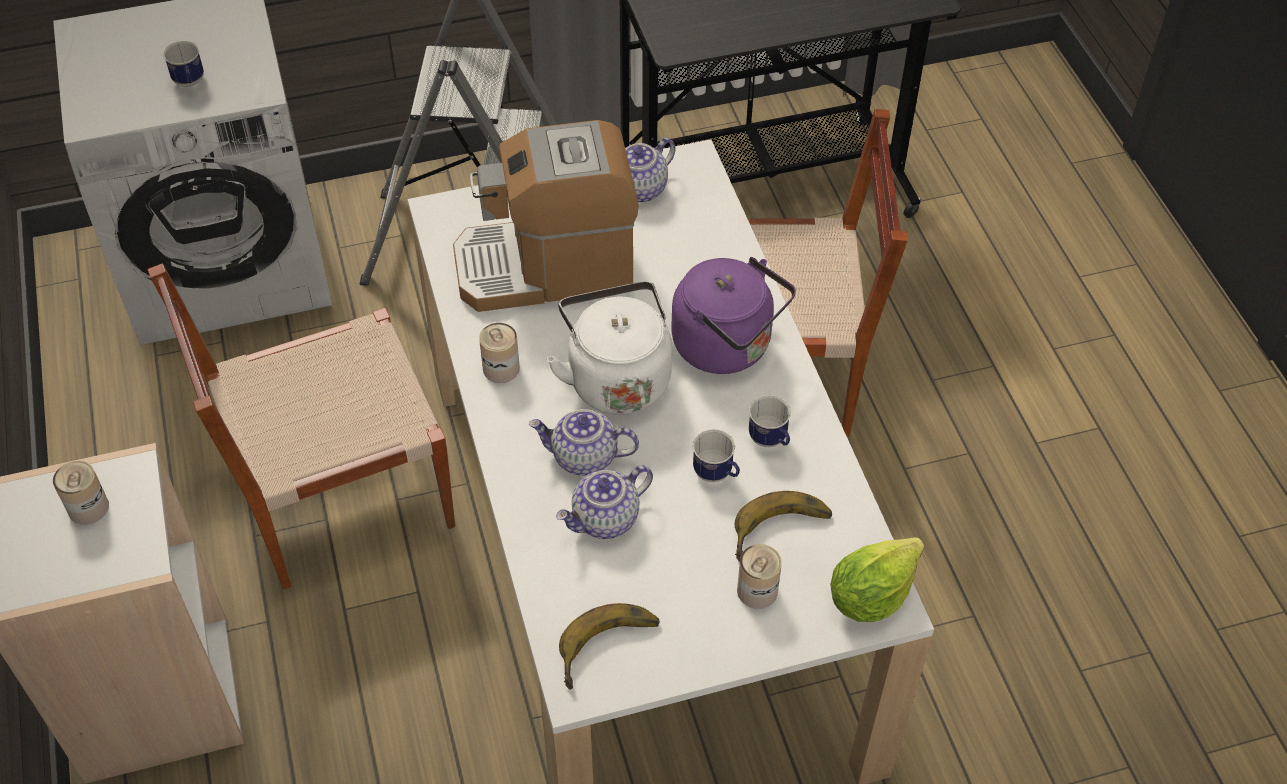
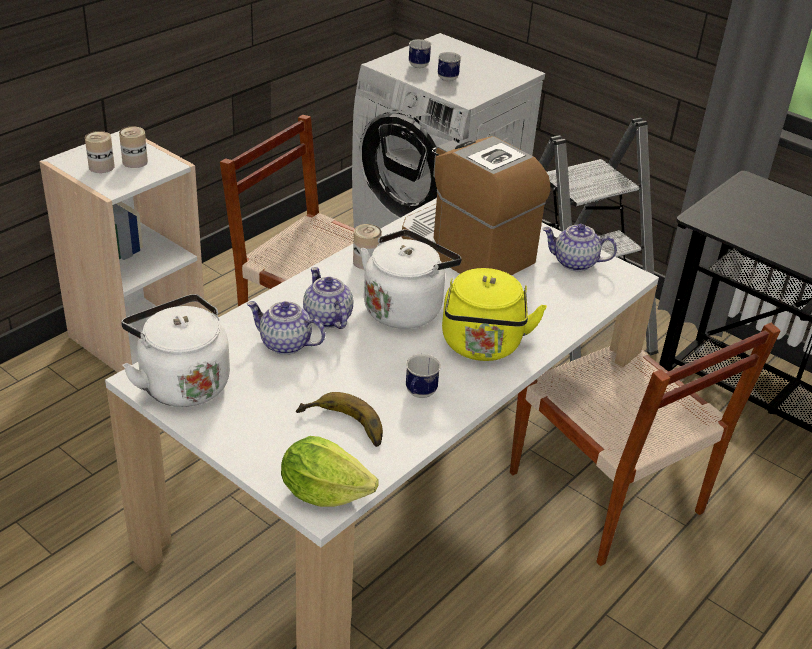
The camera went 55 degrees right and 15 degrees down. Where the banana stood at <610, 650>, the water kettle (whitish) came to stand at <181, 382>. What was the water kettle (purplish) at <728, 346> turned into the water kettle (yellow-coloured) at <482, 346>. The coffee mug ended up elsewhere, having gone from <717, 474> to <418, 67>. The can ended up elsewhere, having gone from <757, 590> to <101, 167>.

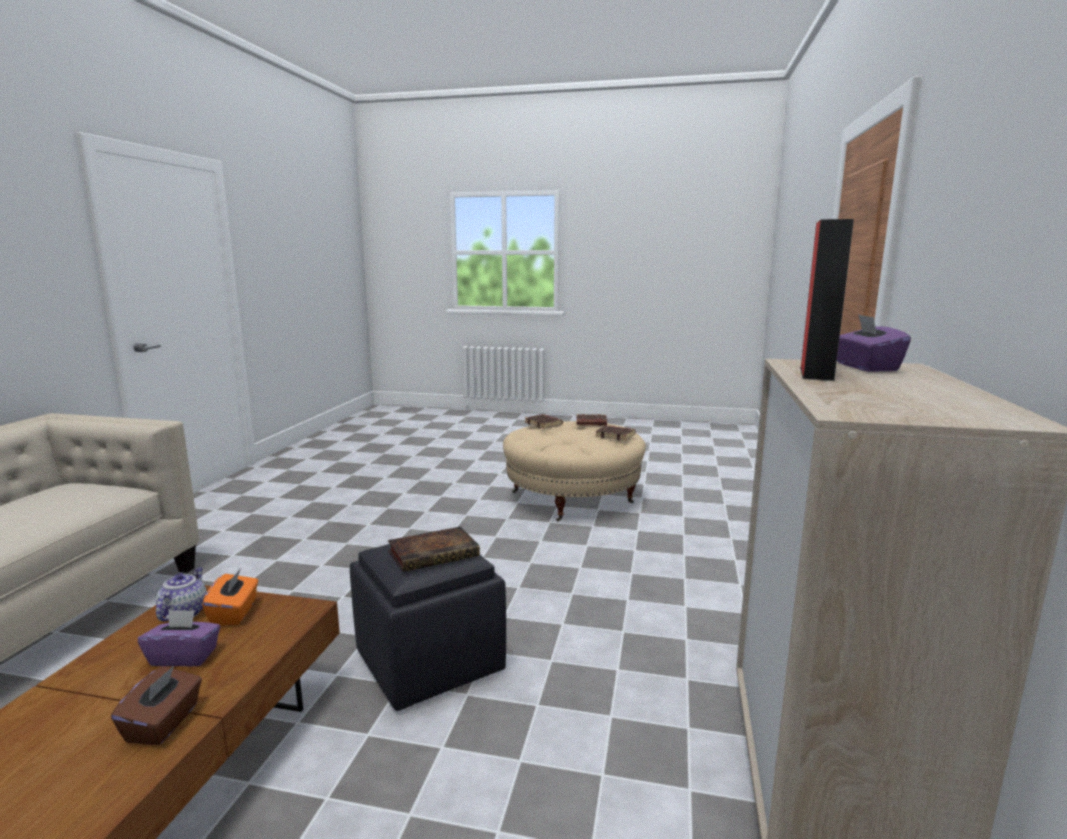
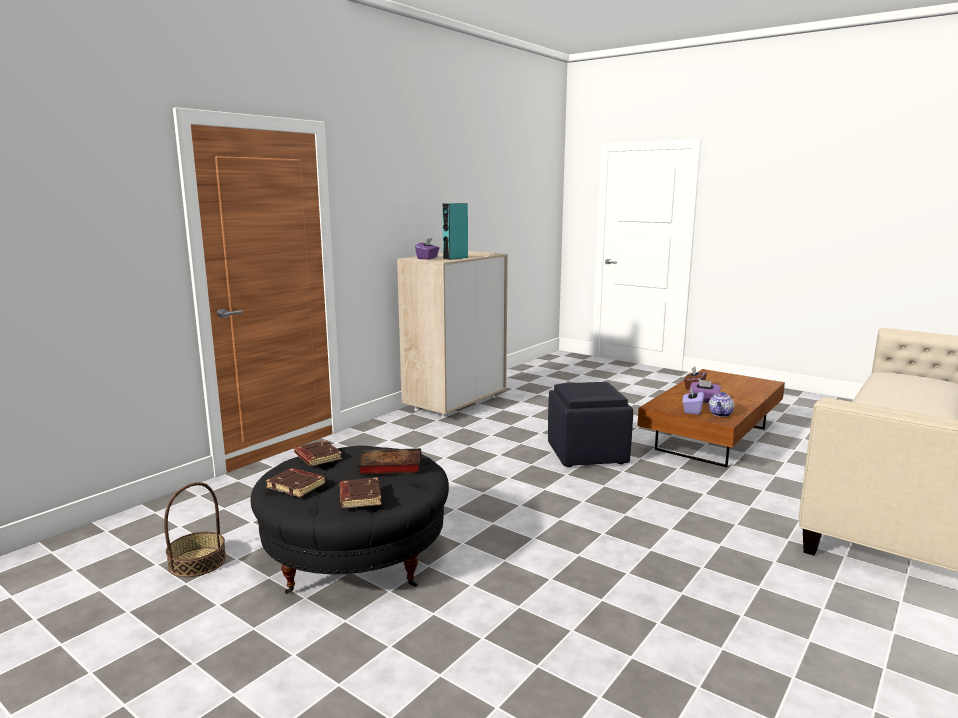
The camera went 155 degrees left and 0 degrees up. What was the box of tissues (orange-coloured) at <234, 613> turned into the box of tissues (purplish) at <692, 410>. The volume ended up elsewhere, having gone from <435, 553> to <388, 466>. What was the ottoman (beige-coloured) at <572, 497> turned into the ottoman (blackish) at <355, 556>. What was the speaker (red-coloured) at <816, 373> turned into the speaker (turquoise-coloured) at <455, 258>. The second view gained the basket at <197, 562>.

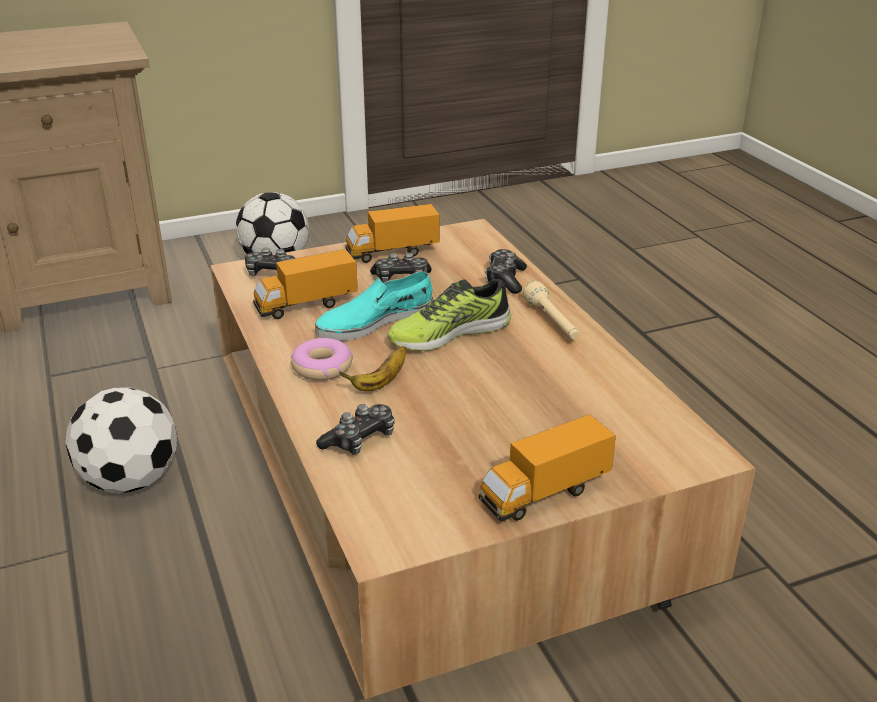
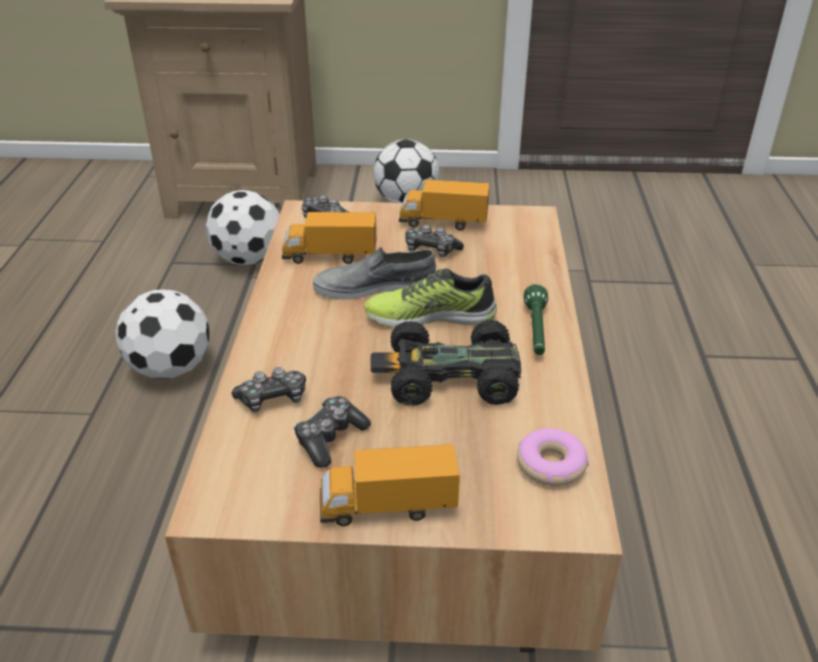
The camera went 25 degrees right and 5 degrees up. The doughnut ended up elsewhere, having gone from <322, 367> to <551, 465>. What was the low shoe (turquoise-coloured) at <374, 321> turned into the low shoe (gray) at <375, 286>. The second view lost the banana at <380, 382>. The gamepad ended up elsewhere, having gone from <505, 279> to <330, 438>. What was the flashlight (beige-coloured) at <552, 322> turned into the flashlight (green-coloured) at <536, 331>. The second view gained the ball for football at <248, 258>. The second view gained the miniature car (blackish) at <449, 377>.

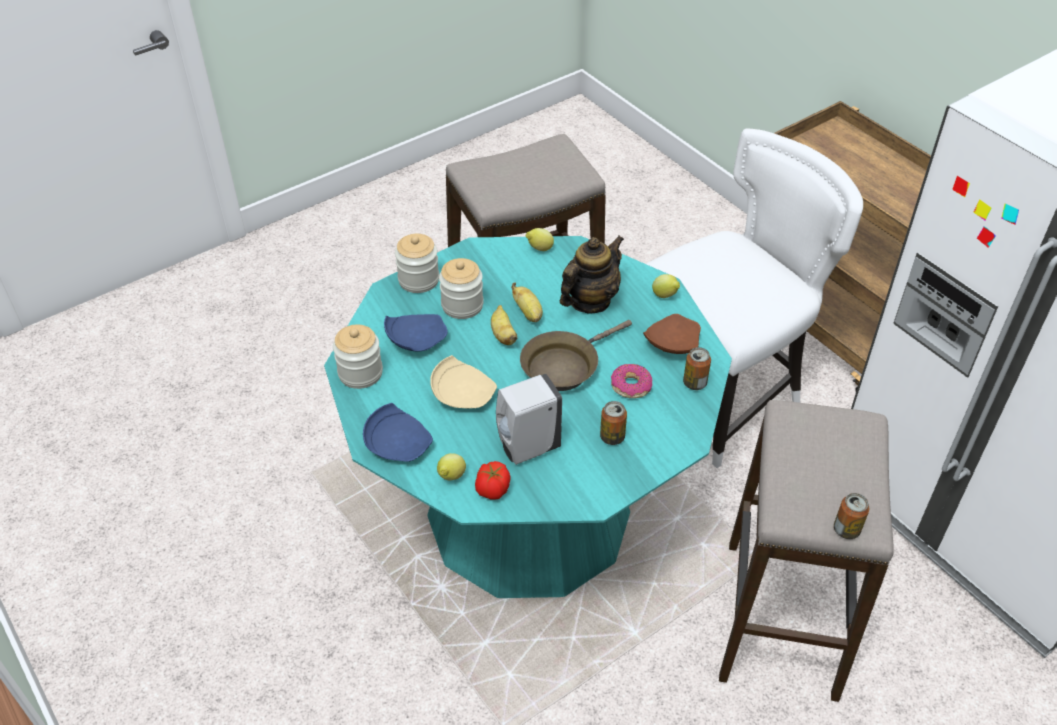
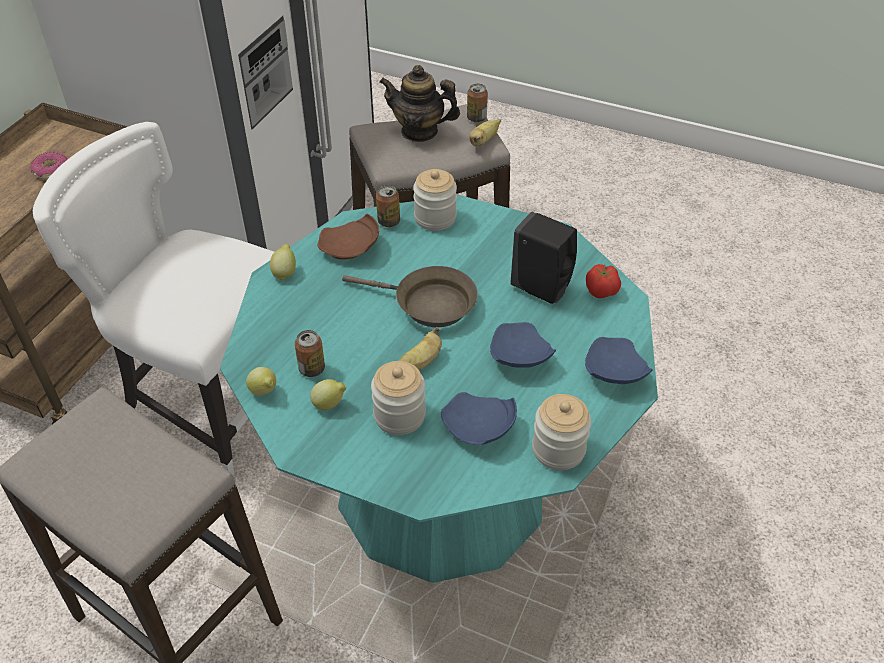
The camera went 120 degrees left and 0 degrees up. The jar ended up elsewhere, having gone from <418, 280> to <435, 218>. What was the flat dish (beige-coloured) at <463, 393> turned into the flat dish (blue) at <518, 357>. The citrus fruit ended up elsewhere, having gone from <451, 477> to <329, 404>. What was the soap dispenser (whitish) at <526, 448> turned into the soap dispenser (blackish) at <542, 289>. The banana ended up elsewhere, having gone from <528, 313> to <483, 141>. The teapot ended up elsewhere, having gone from <589, 301> to <419, 131>. The can ended up elsewhere, having gone from <612, 437> to <312, 369>. The doughnut ended up elsewhere, having gone from <631, 386> to <51, 171>.

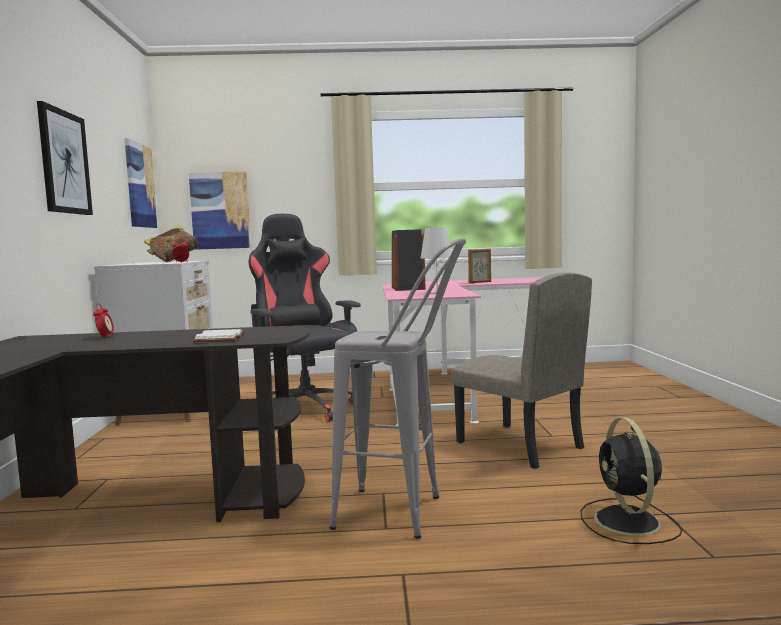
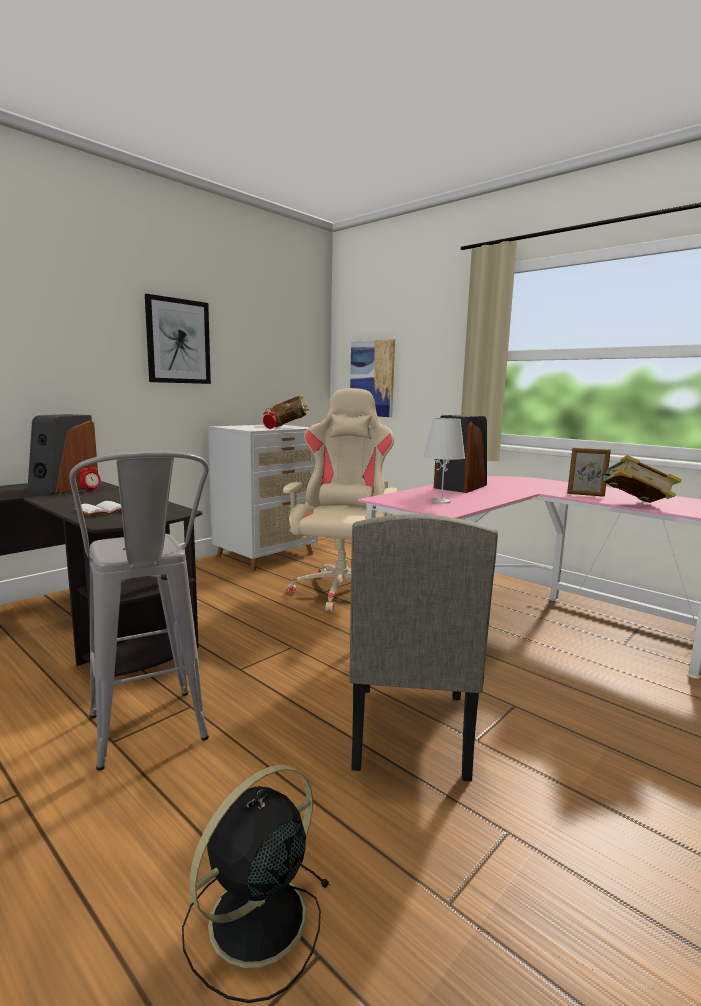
The camera went 45 degrees right and 5 degrees up. The second view lost the picture at <140, 185>. What was the computer chair (blackish) at <307, 410> turned into the computer chair (beige-coloured) at <341, 592>. The second view gained the speaker at <64, 488>. The second view gained the volume at <634, 504>.

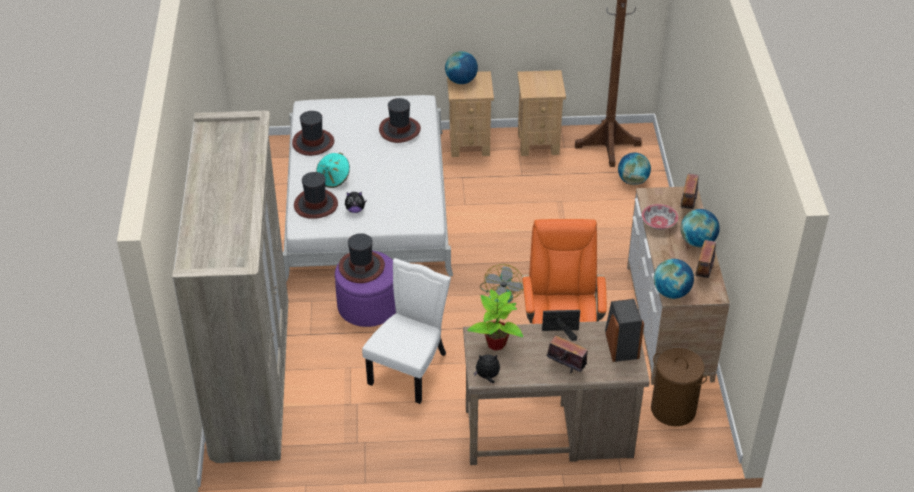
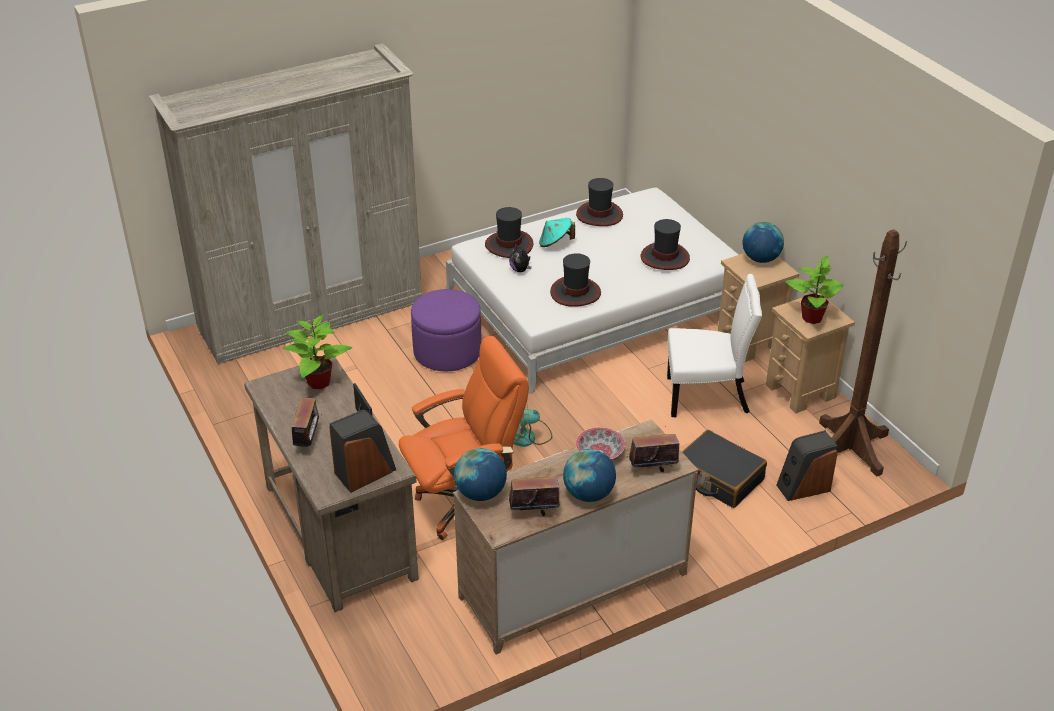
The camera went 65 degrees right and 5 degrees down. The wearable hat ended up elsewhere, having gone from <361, 267> to <575, 292>. The chair (whitish) ended up elsewhere, having gone from <409, 371> to <705, 396>. The second view lost the cuddly toy at <487, 377>. Where the world globe stood at <633, 181>, the speaker came to stand at <803, 487>. The second view lost the laundry basket (brown) at <673, 409>. The second view gained the travel case (blackish) at <718, 478>. The second view gained the potted plant at <812, 317>.

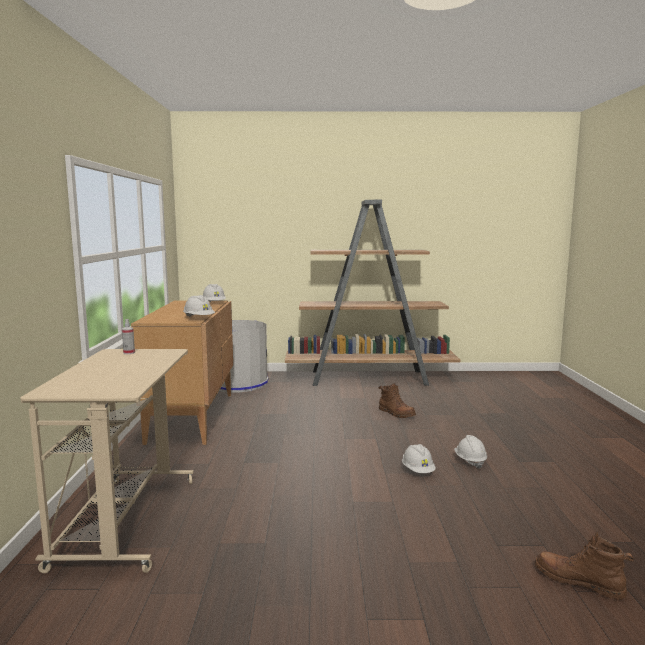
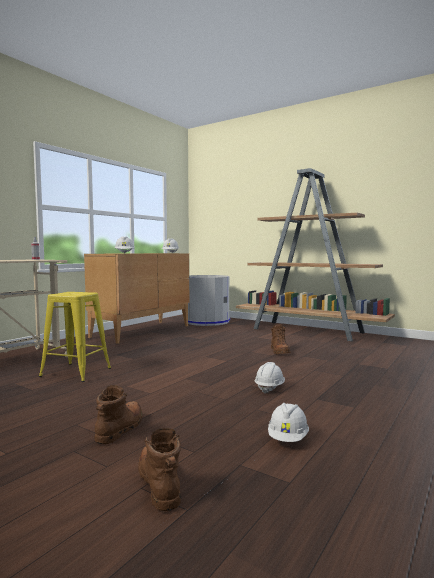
The camera went 35 degrees right and 5 degrees down. The work helmet (whitish) ended up elsewhere, having gone from <418, 471> to <288, 439>. The second view gained the stool (yellow-coloured) at <76, 372>. The second view gained the high-top boot (brown) at <120, 429>.

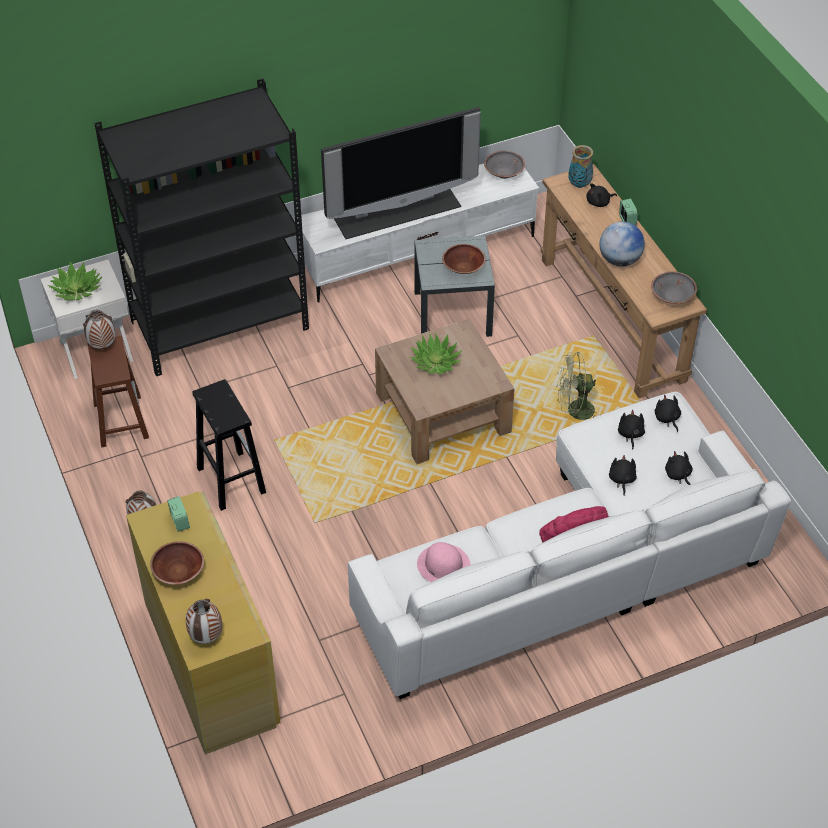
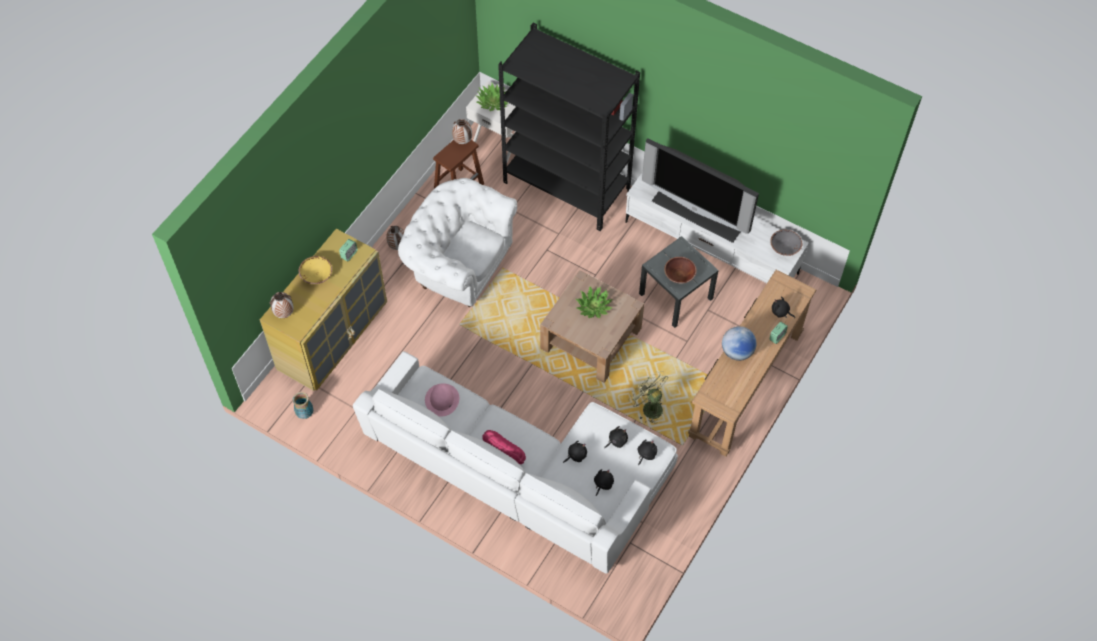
The camera went 55 degrees right and 10 degrees up. What was the deep dish (brown) at <178, 572> turned into the deep dish (yellow-coloured) at <316, 275>. Where the stool (blackish) stood at <230, 479>, the lounge chair (whitish) came to stand at <458, 265>. The decorative vase ended up elsewhere, having gone from <579, 184> to <305, 414>. The second view lost the deep dish (gray) at <672, 297>.

